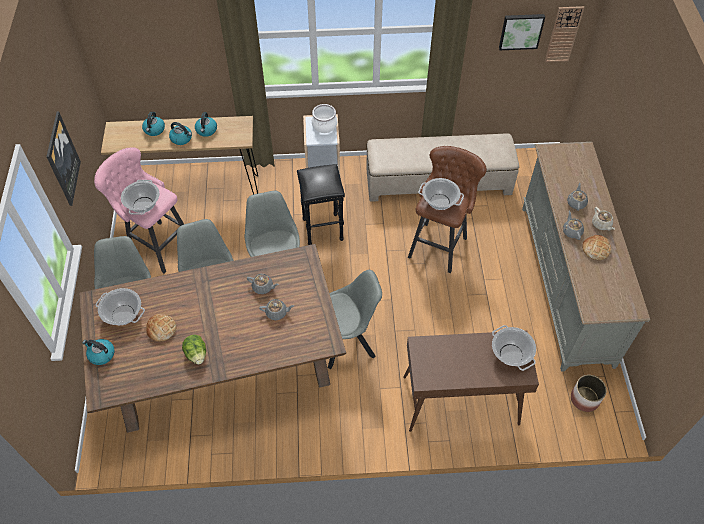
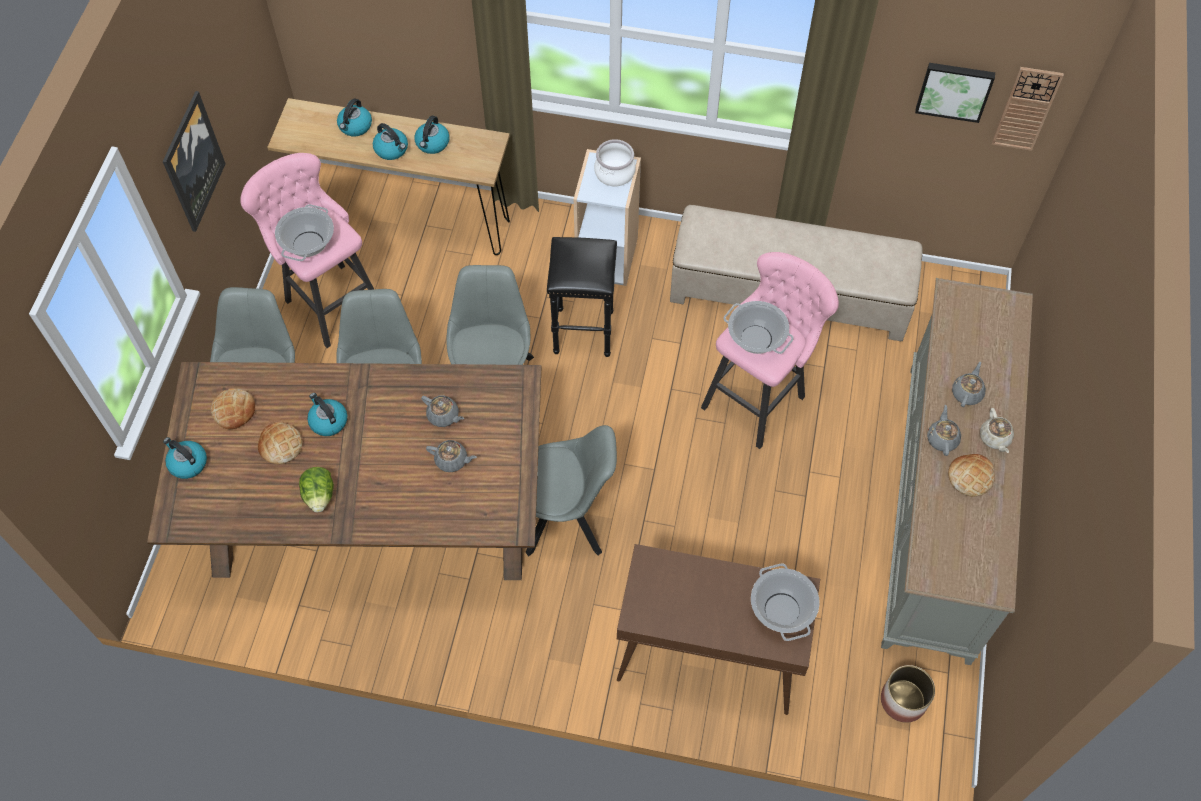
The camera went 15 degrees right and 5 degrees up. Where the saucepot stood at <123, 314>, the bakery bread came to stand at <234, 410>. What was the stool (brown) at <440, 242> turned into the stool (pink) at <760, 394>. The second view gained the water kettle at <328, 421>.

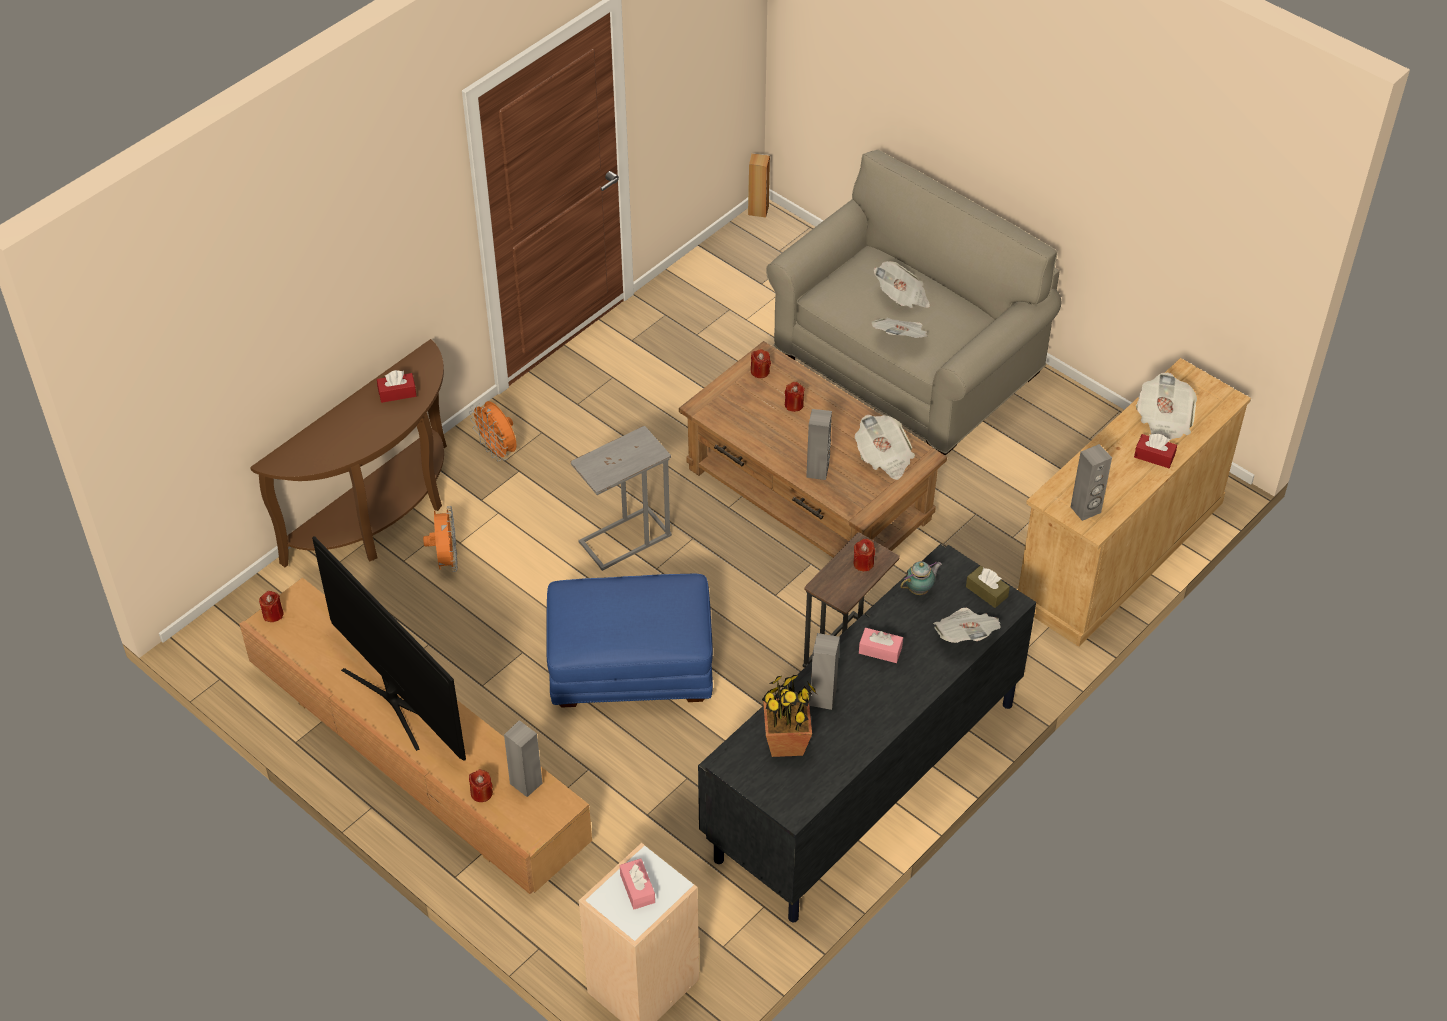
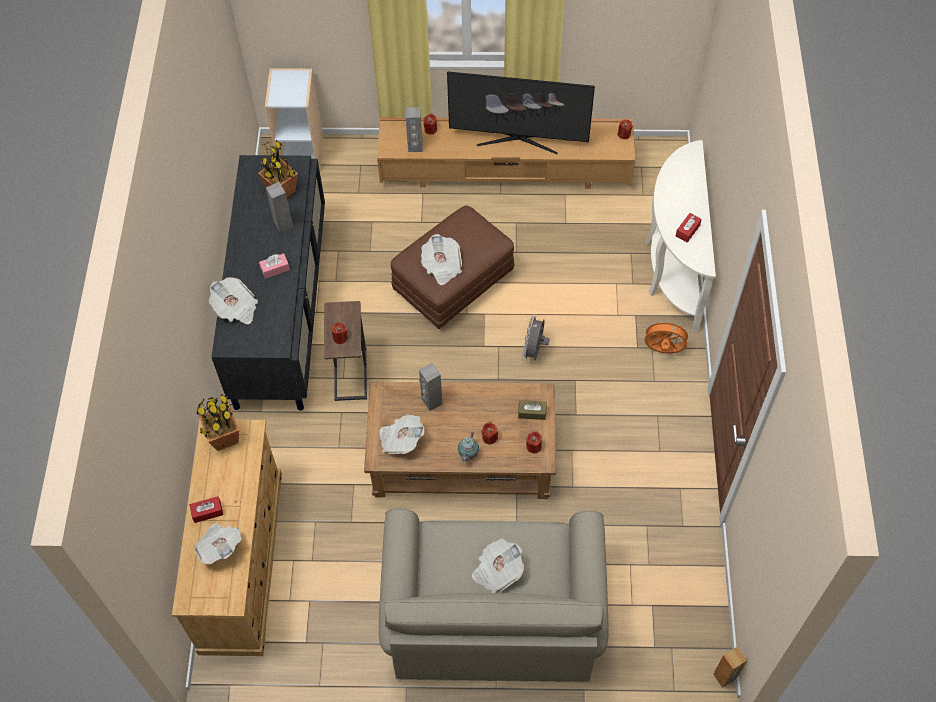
The camera went 140 degrees right and 10 degrees up. What was the console table (brown) at <382, 517> turned into the console table (whitish) at <672, 267>. The second view lost the fan (orange-coloured) at <446, 560>. What was the ottoman (blue) at <631, 668> turned into the ottoman (brown) at <453, 283>. Where the accent table (gray) stood at <625, 538>, the fan (gray) came to stand at <534, 351>. The second view lost the box of tissues (pink) at <637, 888>. The printed paper ended up elsewhere, having gone from <900, 338> to <442, 266>. The teapot ended up elsewhere, having gone from <920, 589> to <467, 455>. The box of tissues (brown) ended up elsewhere, having gone from <986, 592> to <532, 412>. Where the speaker (gray) stood at <1086, 510>, the potted plant came to stand at <224, 438>.

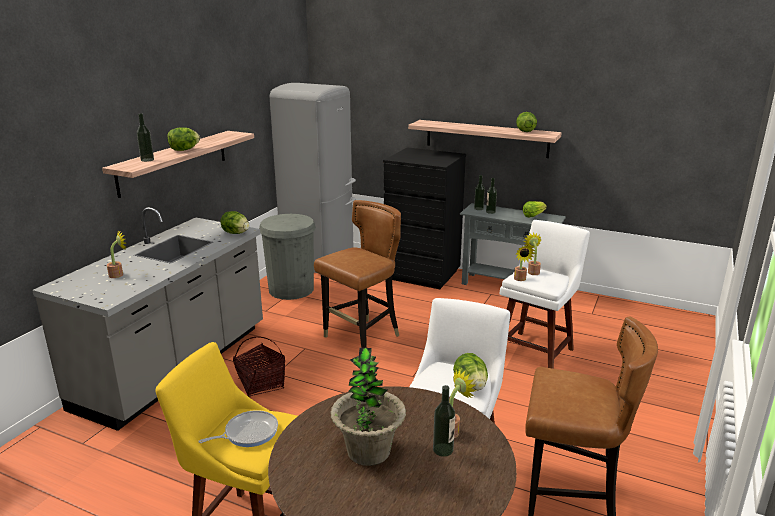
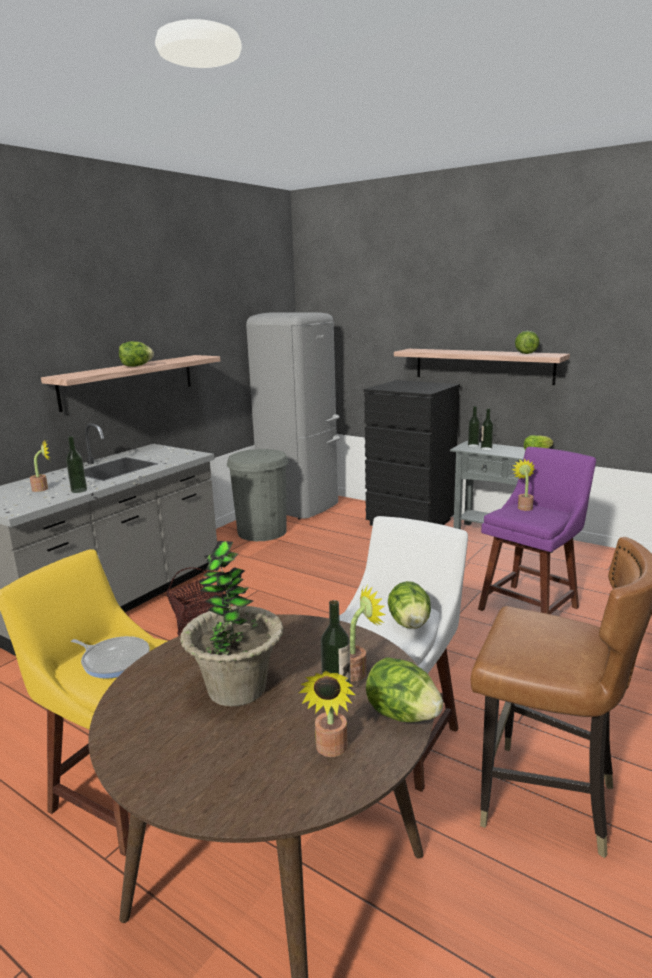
The camera went 10 degrees right and 5 degrees down. The bottle ended up elsewhere, having gone from <147, 160> to <79, 490>. The frying pan at <248, 433> ended up facing another way, 45 degrees clockwise from before. The lettuce ended up elsewhere, having gone from <236, 233> to <402, 715>. The second view lost the chair (brown) at <362, 338>. What was the stool (whitish) at <536, 351> turned into the stool (purplish) at <531, 606>. The potted plant ended up elsewhere, having gone from <520, 279> to <331, 750>.

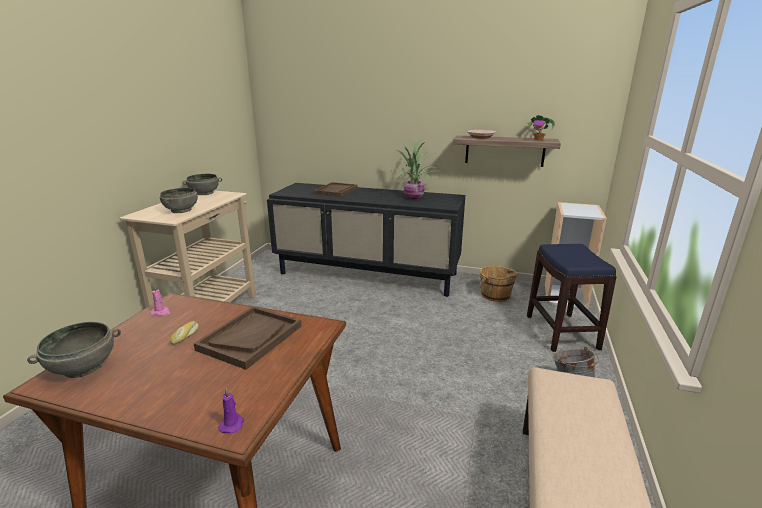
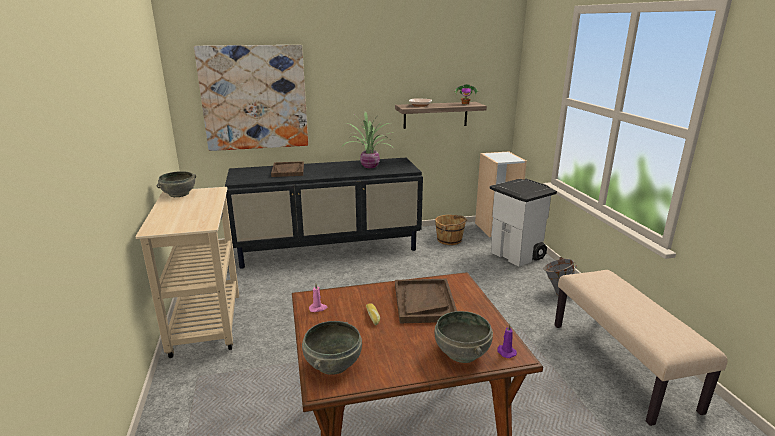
The camera went 30 degrees left and 0 degrees up. The deep dish (gray) ended up elsewhere, having gone from <181, 210> to <462, 352>. Where the stool stood at <561, 332>, the waste bin (whitish) came to stand at <517, 255>. The second view gained the picture at <254, 98>.

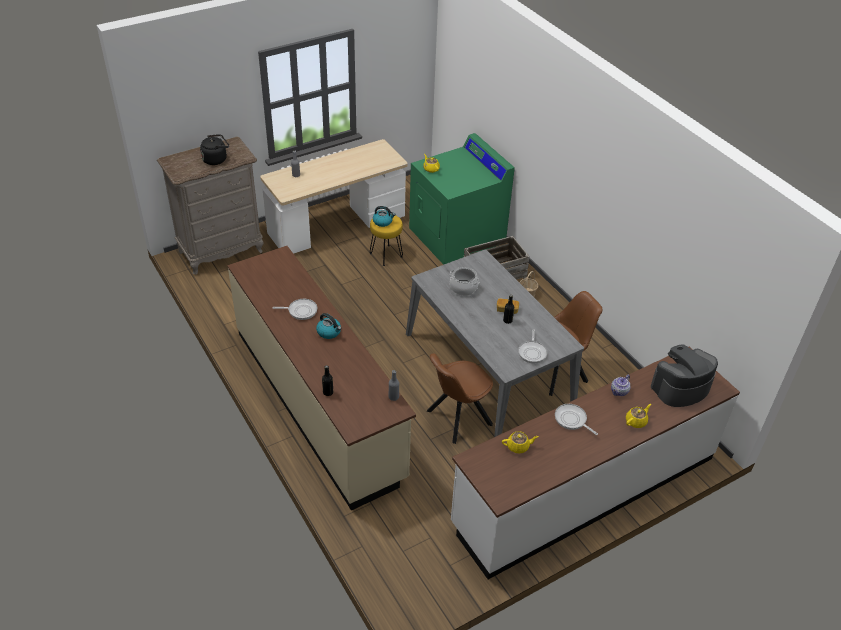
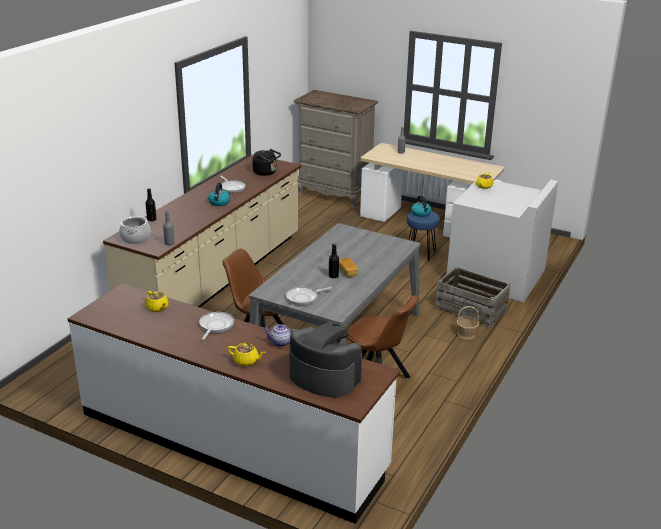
The camera went 60 degrees right and 15 degrees down. The water kettle (blackish) ended up elsewhere, having gone from <216, 159> to <266, 172>. What was the stool (yellow-coloured) at <386, 255> turned into the stool (blue) at <420, 253>. What was the laundry machine (green-coloured) at <457, 235> turned into the laundry machine (whitish) at <495, 276>. The saucepot ended up elsewhere, having gone from <463, 288> to <135, 238>.

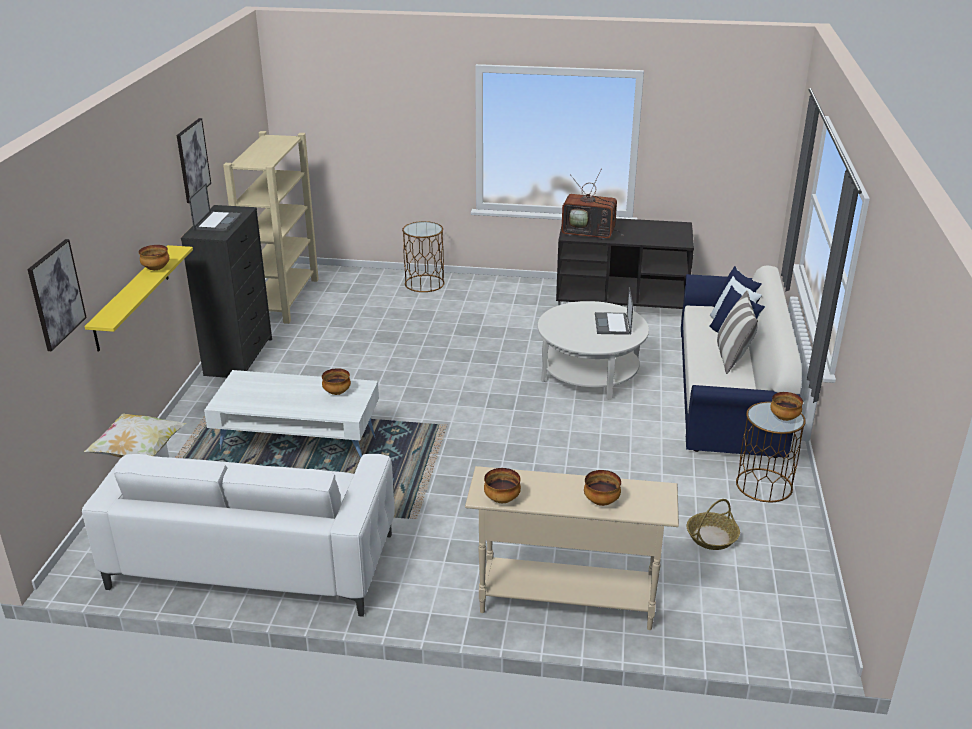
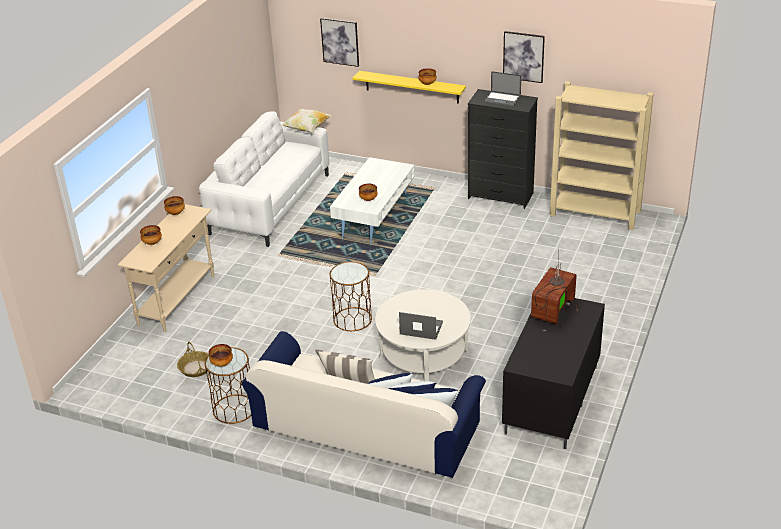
The camera went 105 degrees right and 5 degrees up. The accent table (brown) ended up elsewhere, having gone from <424, 283> to <352, 319>.

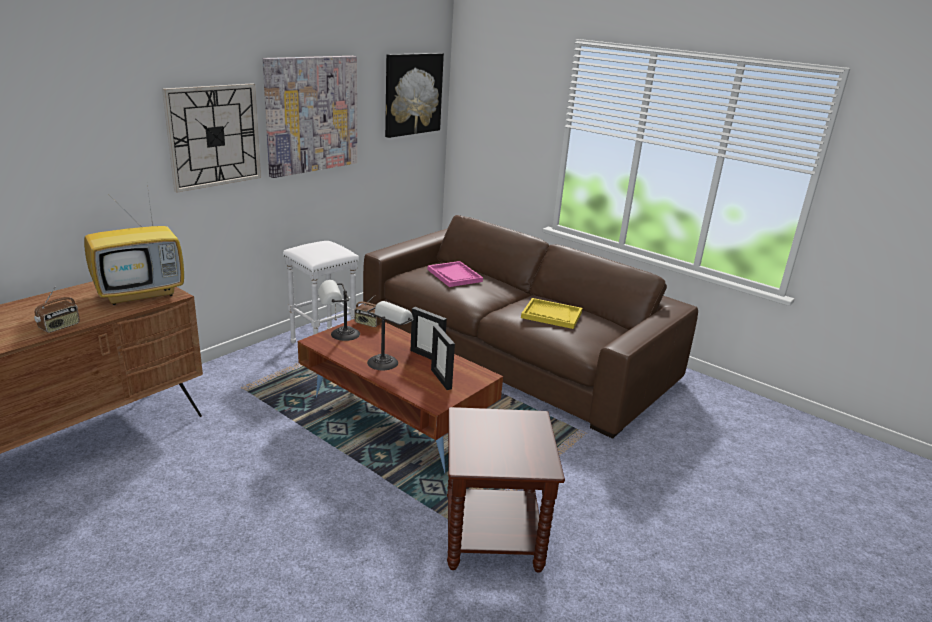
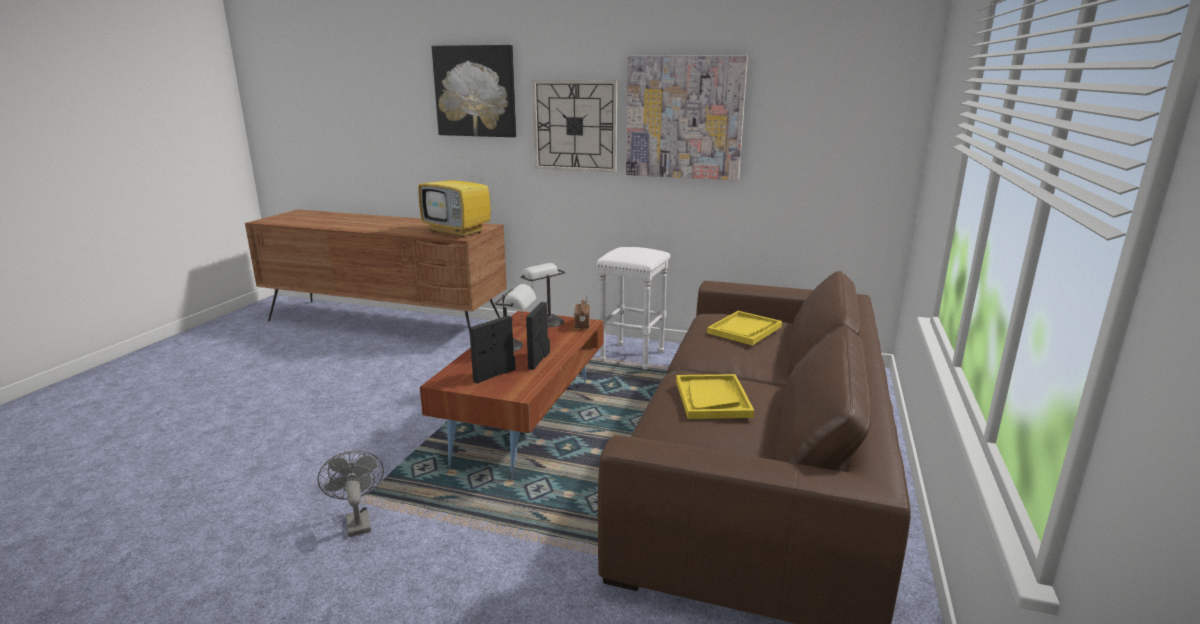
The camera went 70 degrees right and 5 degrees down. The second view lost the radio at <60, 327>. The picture ended up elsewhere, having gone from <412, 94> to <475, 91>. What was the serving tray (pink) at <454, 275> turned into the serving tray (yellow-coloured) at <744, 330>. Where the accent table (brown) stood at <493, 535>, the fan (gray) came to stand at <357, 521>.

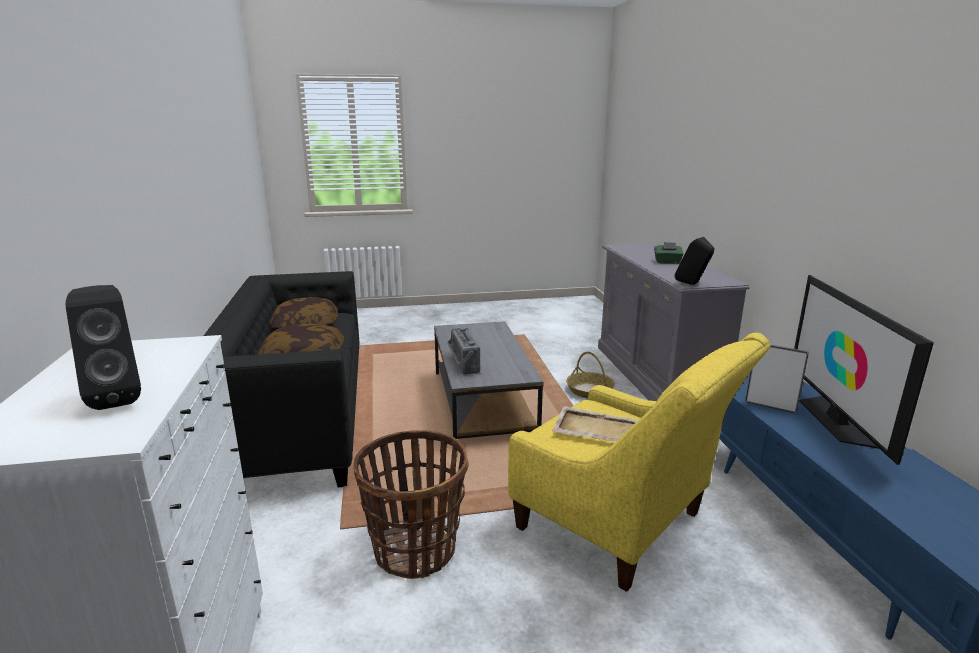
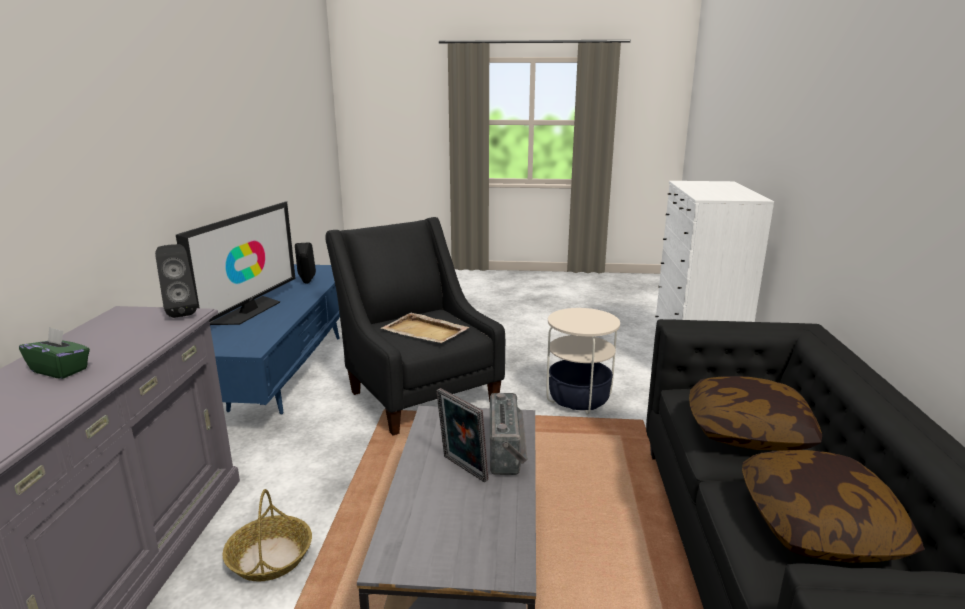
The camera went 165 degrees left and 0 degrees up. The speaker (blackish) ended up elsewhere, having gone from <118, 398> to <307, 283>. Where the basket stood at <415, 550>, the accent table (beige-coloured) came to stand at <579, 400>. What was the lounge chair (yellow-coloured) at <621, 527> turned into the lounge chair (blackish) at <418, 392>. The photo frame ended up elsewhere, having gone from <770, 406> to <462, 469>.

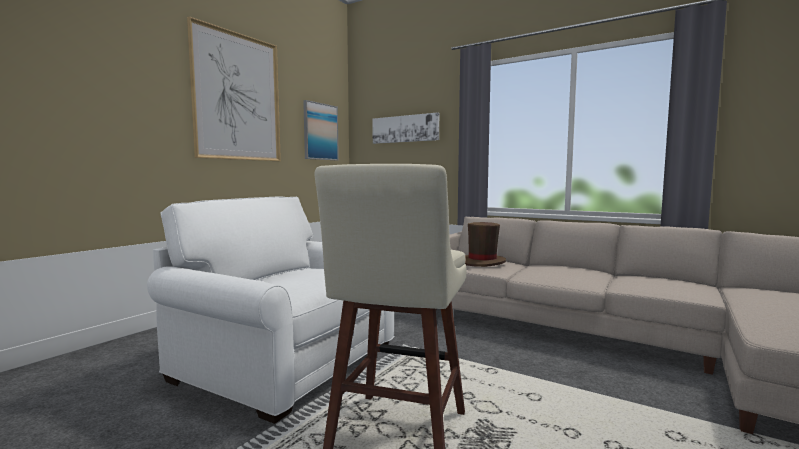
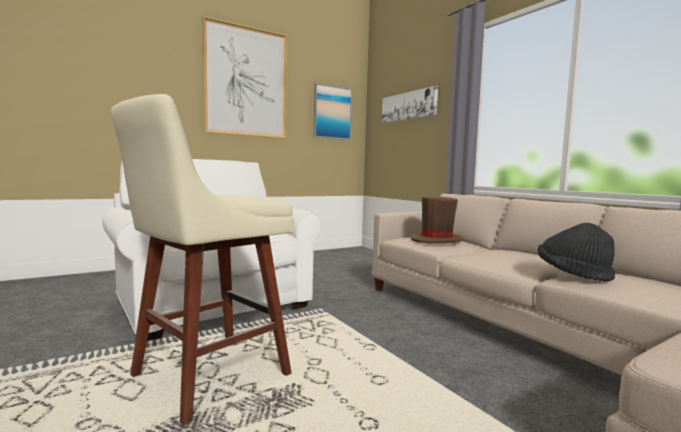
The camera went 25 degrees right and 0 degrees up. The second view gained the wearable hat (blackish) at <572, 274>.

